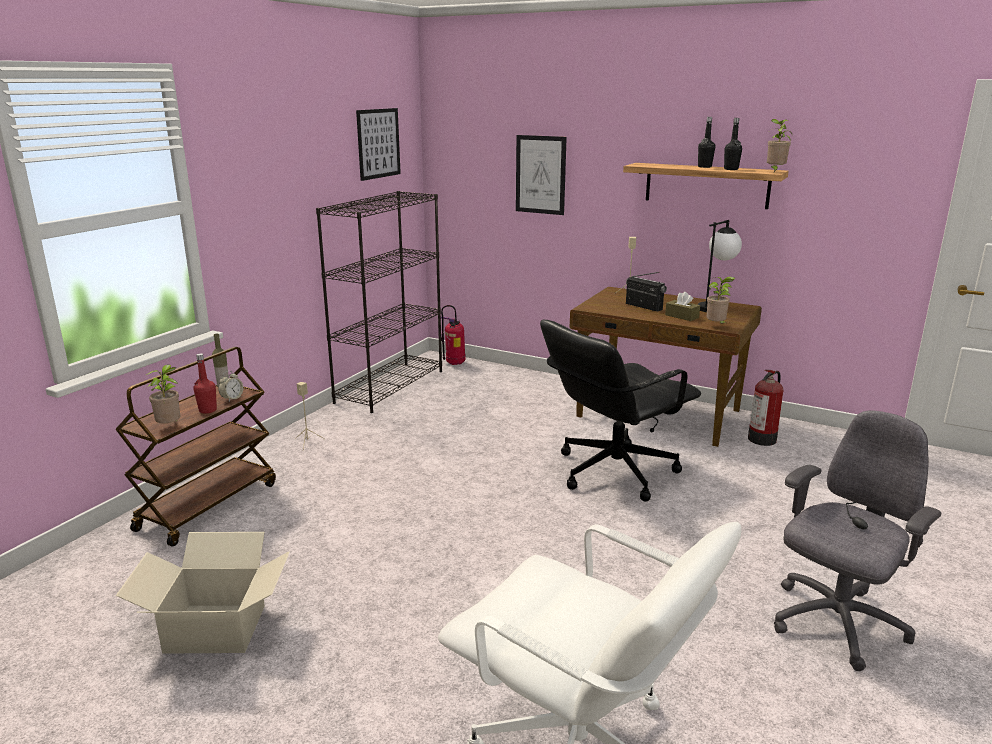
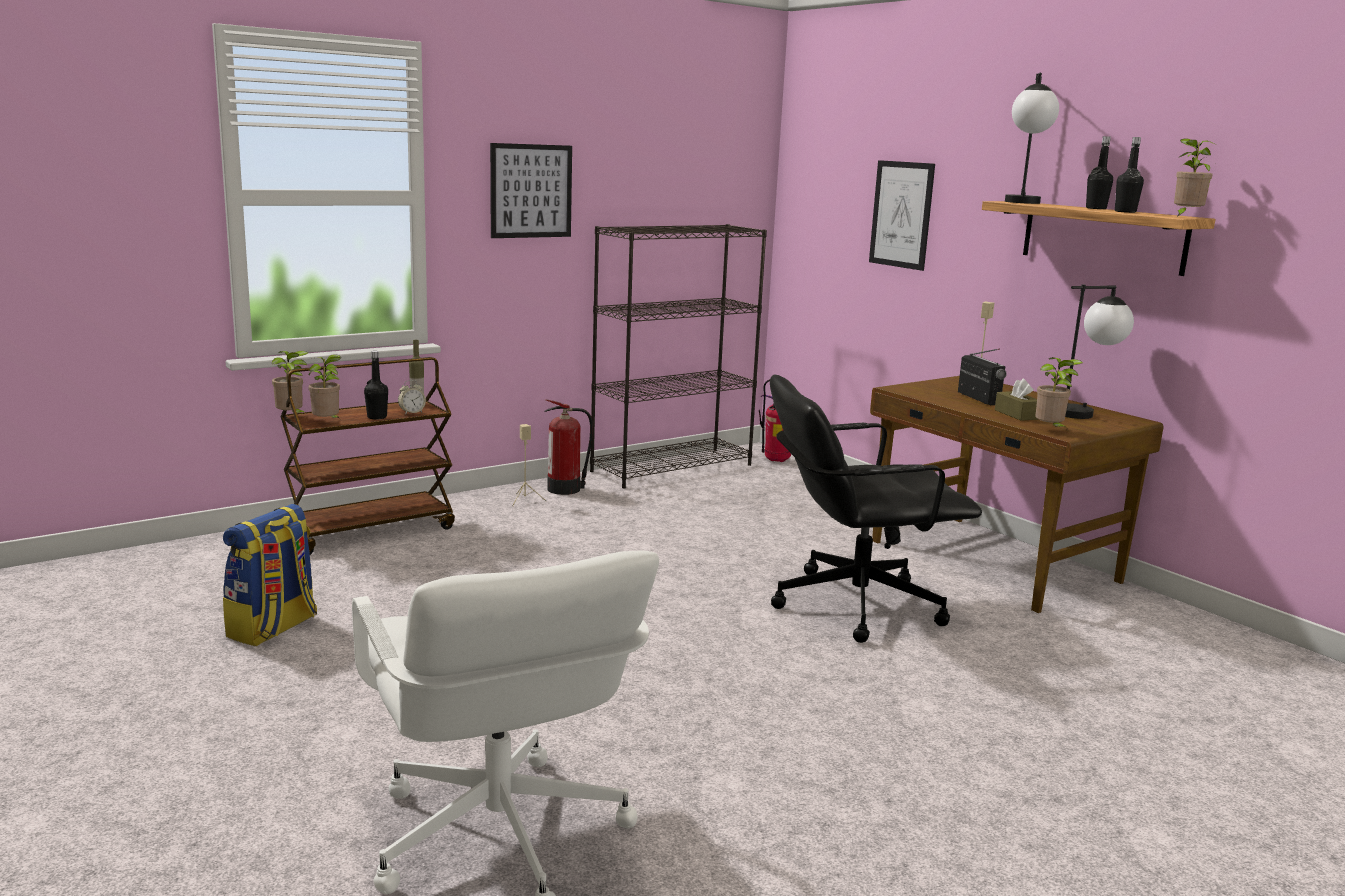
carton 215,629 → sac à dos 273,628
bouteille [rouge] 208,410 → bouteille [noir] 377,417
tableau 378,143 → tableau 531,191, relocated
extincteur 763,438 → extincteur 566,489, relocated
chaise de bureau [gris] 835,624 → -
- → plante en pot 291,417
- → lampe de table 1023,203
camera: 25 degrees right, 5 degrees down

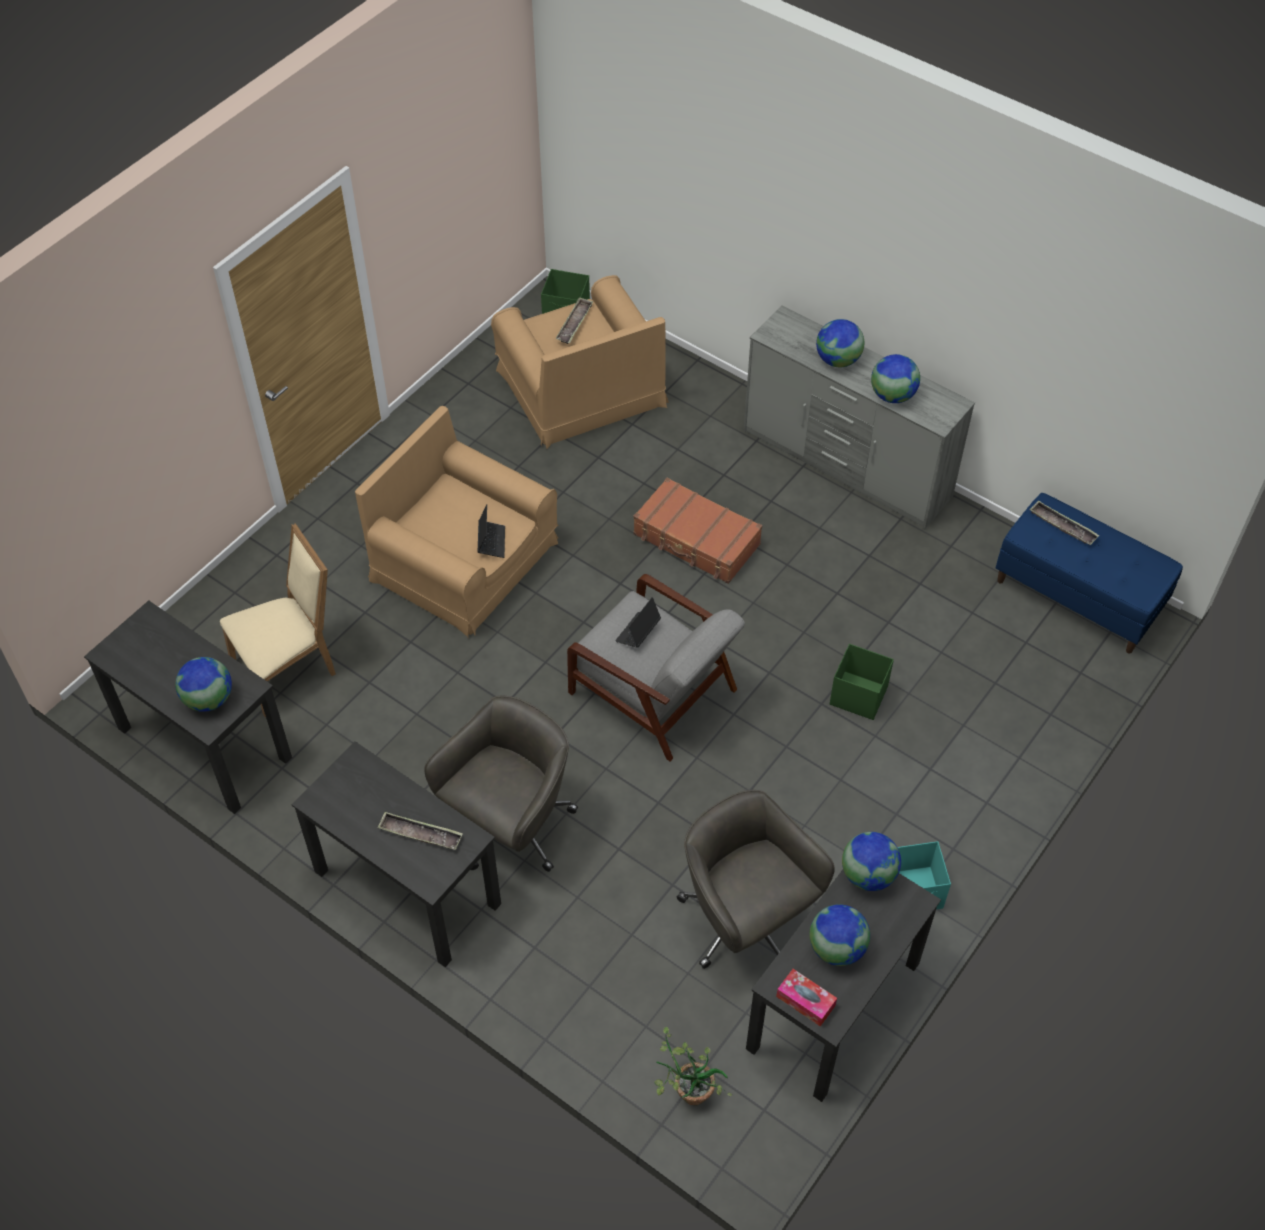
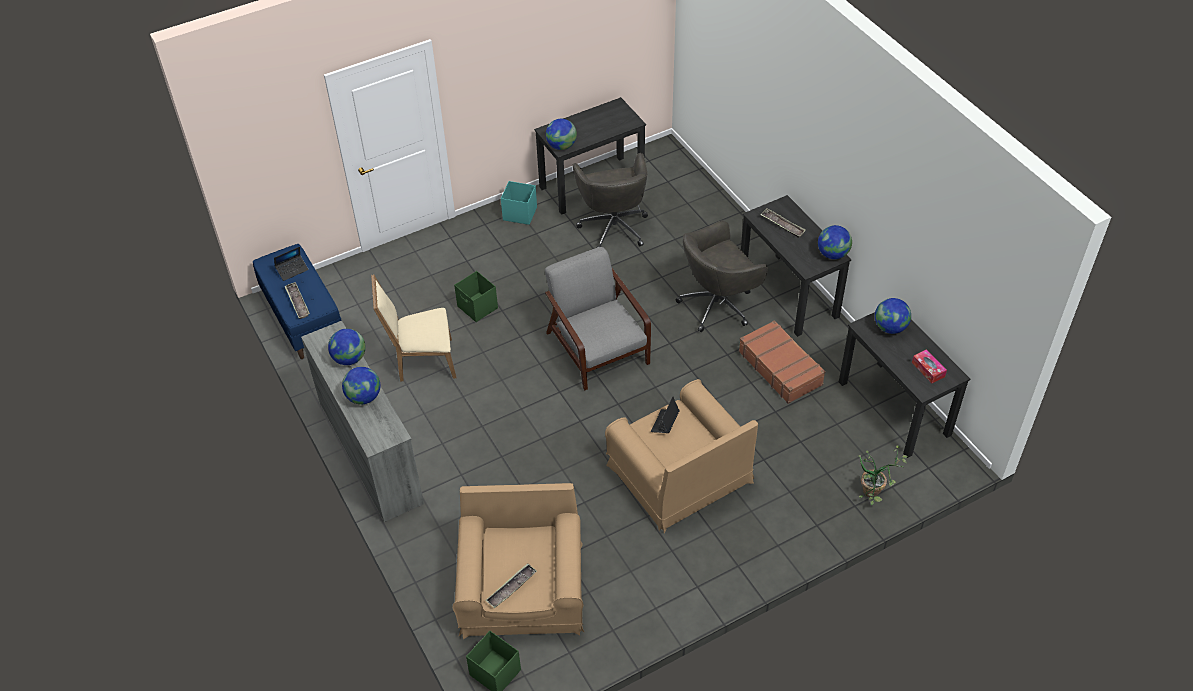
chaise [beige] 290,667 → chaise [beige] 422,361, relocated
ordinateur portable 638,632 → ordinateur portable 292,270, relocated
valise [marron] 696,540 → valise [marron] 780,368, relocated
plante en pot 687,1089 → plante en pot 874,494, relocated
boîte à mouchoirs 805,1001 → boîte à mouchoirs 928,369, relocated
globe 836,948 → globe 832,254, relocated
camera: 155 degrees left, 5 degrees down

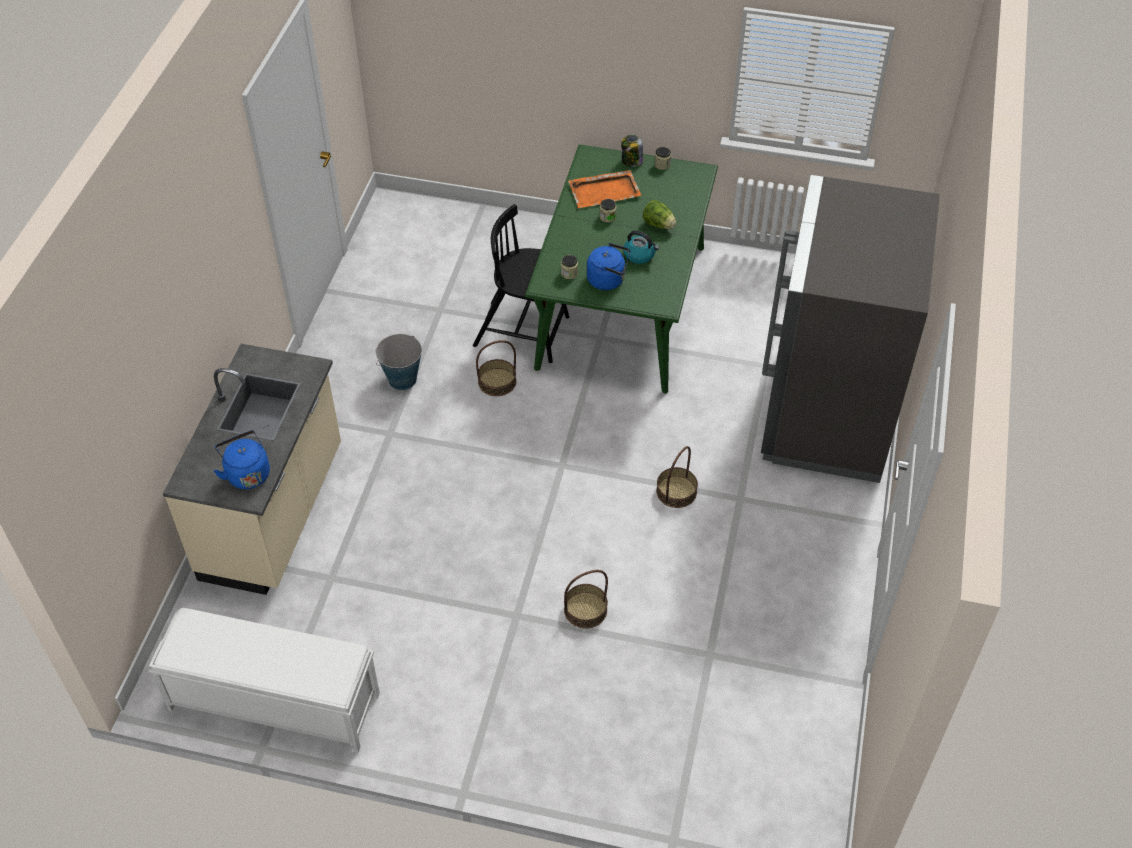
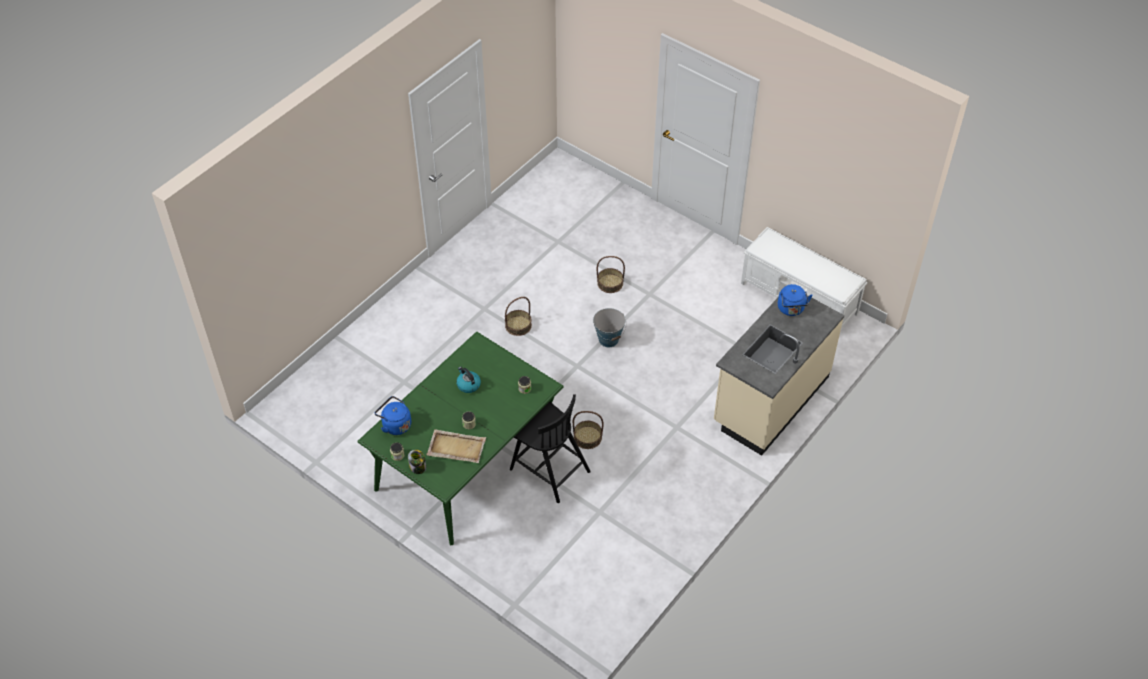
seau 402,379 → seau 608,339, relocated
plateau [orange] 605,191 → plateau [beige] 456,447
bouilloire [bleu] 608,280 → bouilloire [bleu] 395,425, relocated
laitue 659,224 → -
réfrigérateur [gris] 827,413 → -
camera: 155 degrees left, 0 degrees up

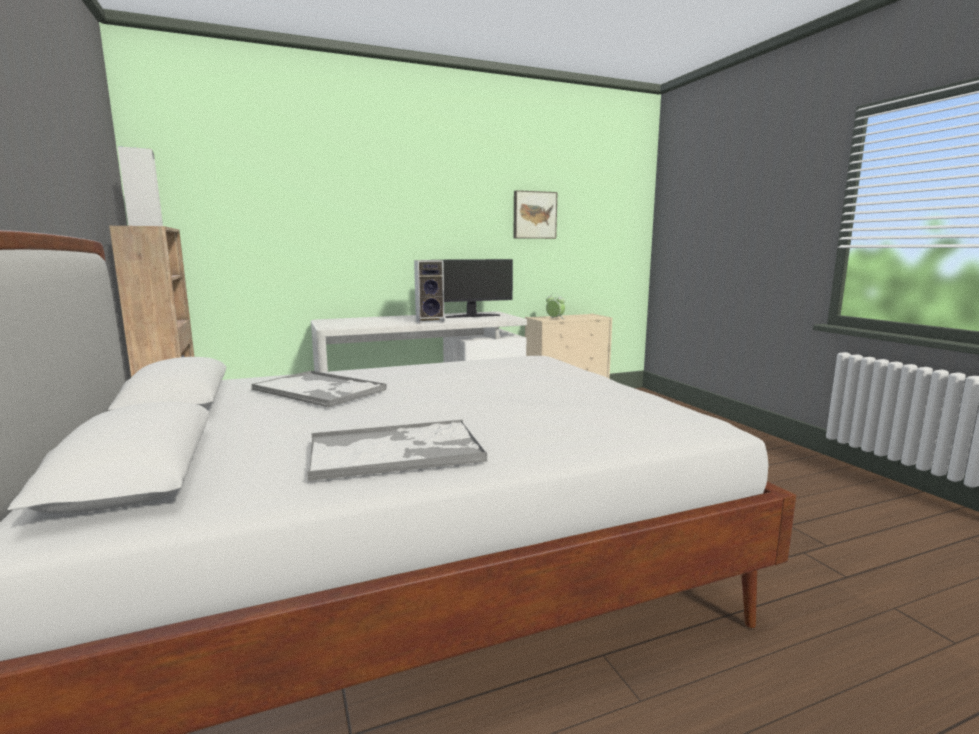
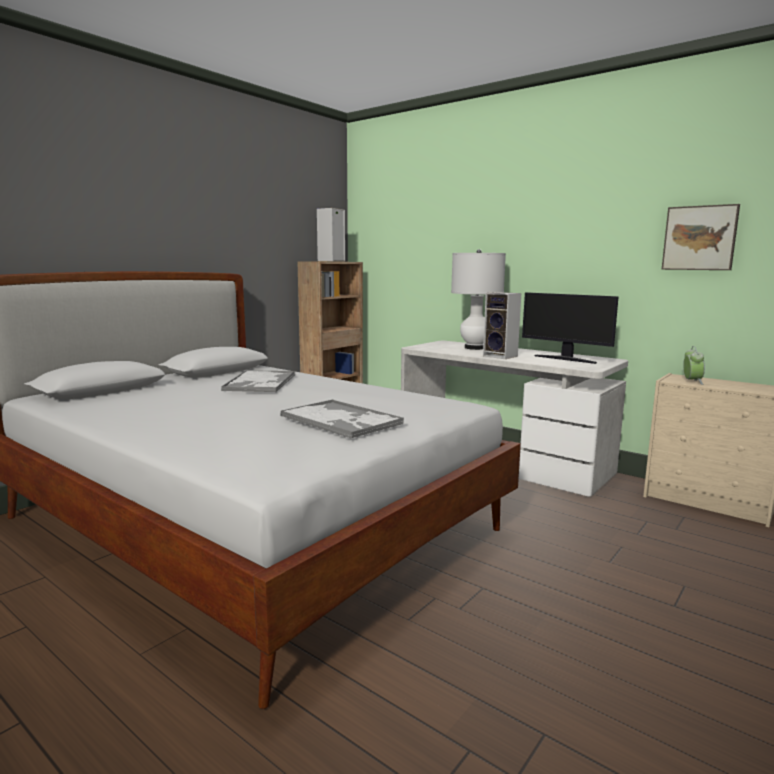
plateau 397,450 → plateau 341,420, relocated
- → lampe de table [blanc] 475,348
camera: 60 degrees right, 0 degrees up

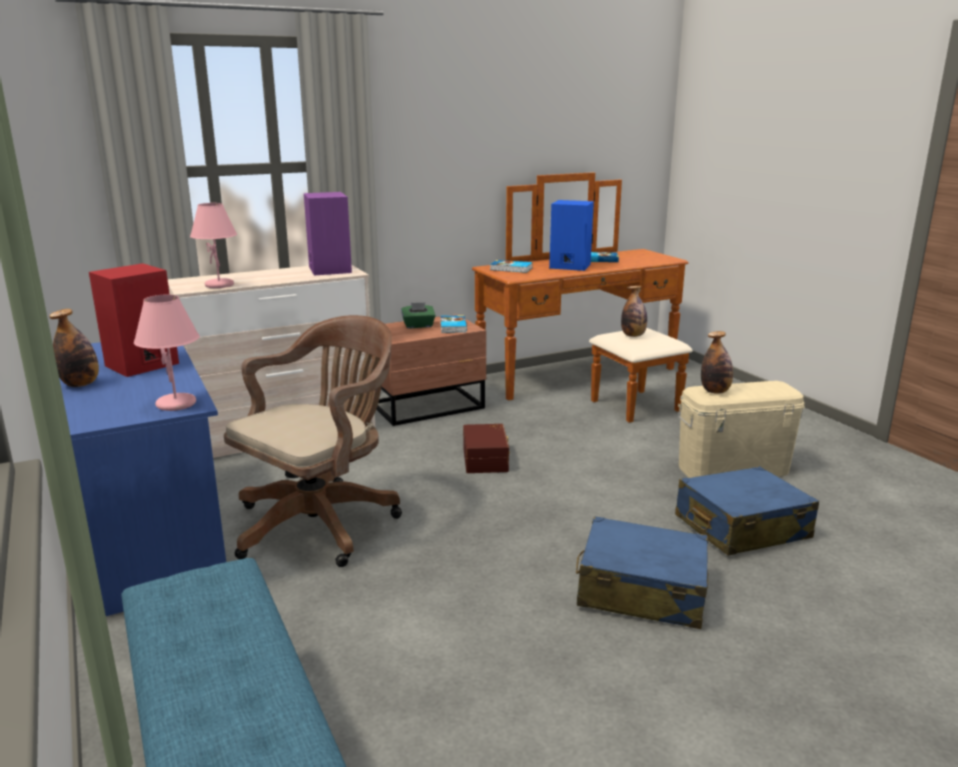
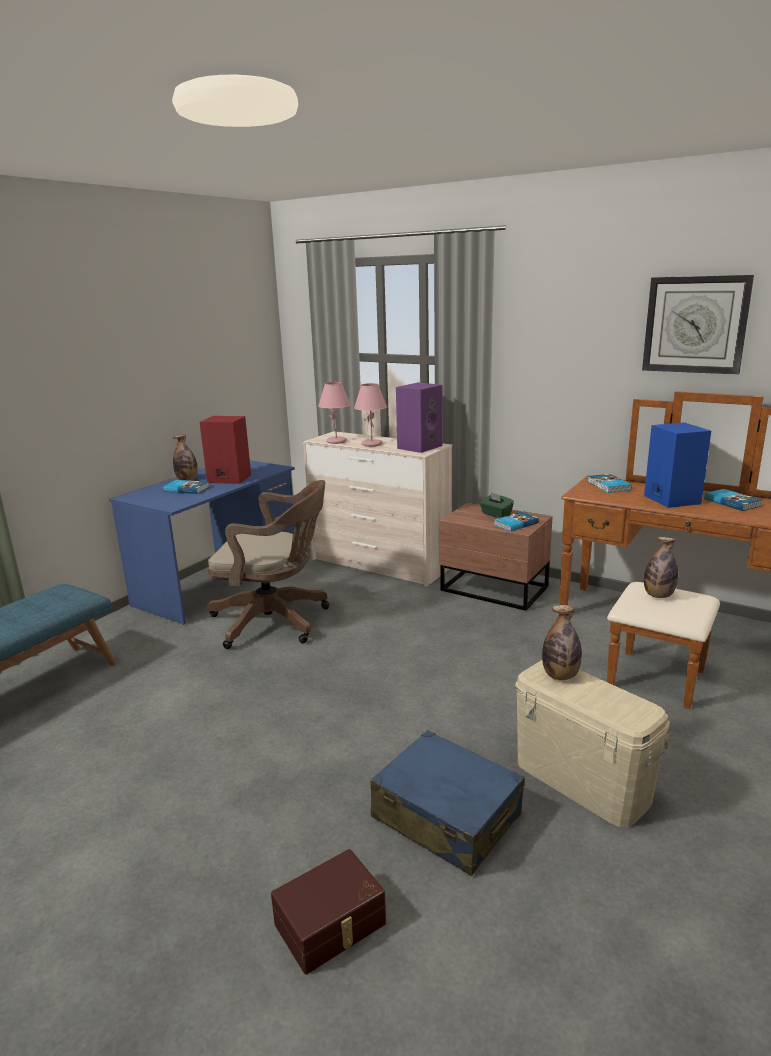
lampe de table [rose] 177,404 → lampe de table [rose] 372,444, relocated
boîte de rangement [marron] 487,459 → boîte de rangement [marron] 331,925, relocated
valise [bleu] 641,591 → -
- → livre 186,489
- → horloge murale 695,325
camera: 60 degrees right, 0 degrees up

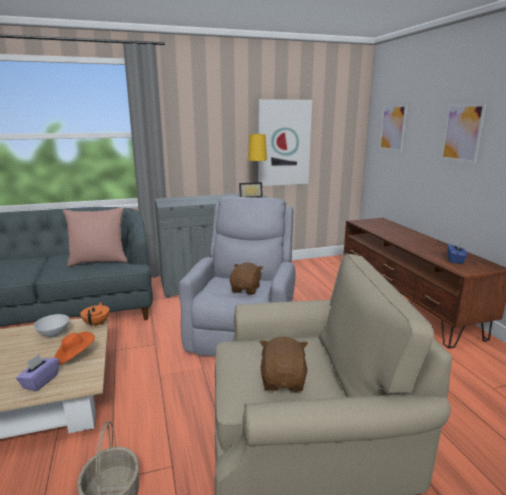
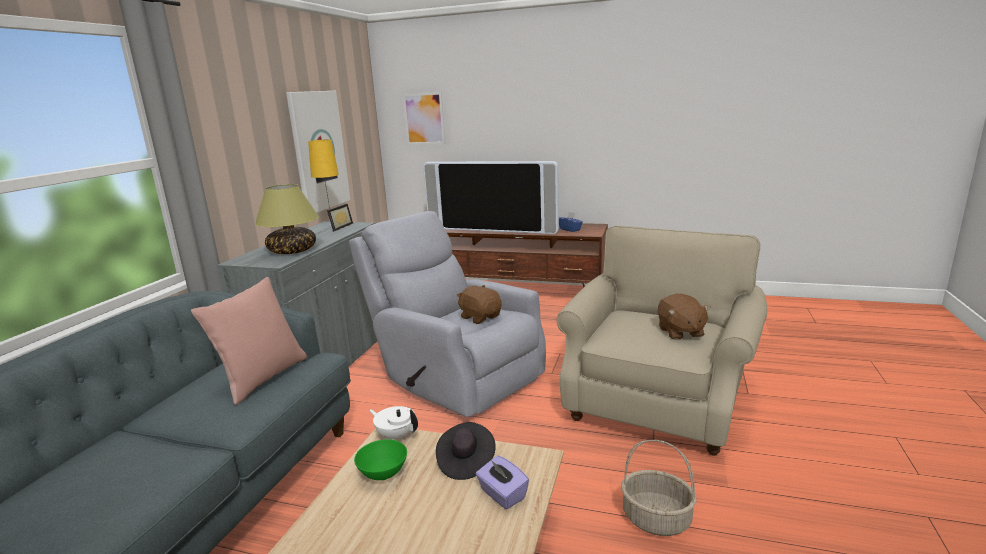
bol [blanc] 53,335 → bol [vert] 383,475
chapeau [orange] 74,356 → chapeau [noir] 466,462
théière [orange] 97,323 → théière [blanc] 396,435
peluche [marron] 283,381 → peluche [marron] 680,332, 135 degrees counterclockwise
tableau 462,133 → -
- → lampe de table 293,251
- → téléviseur 492,229
camera: 55 degrees left, 0 degrees up

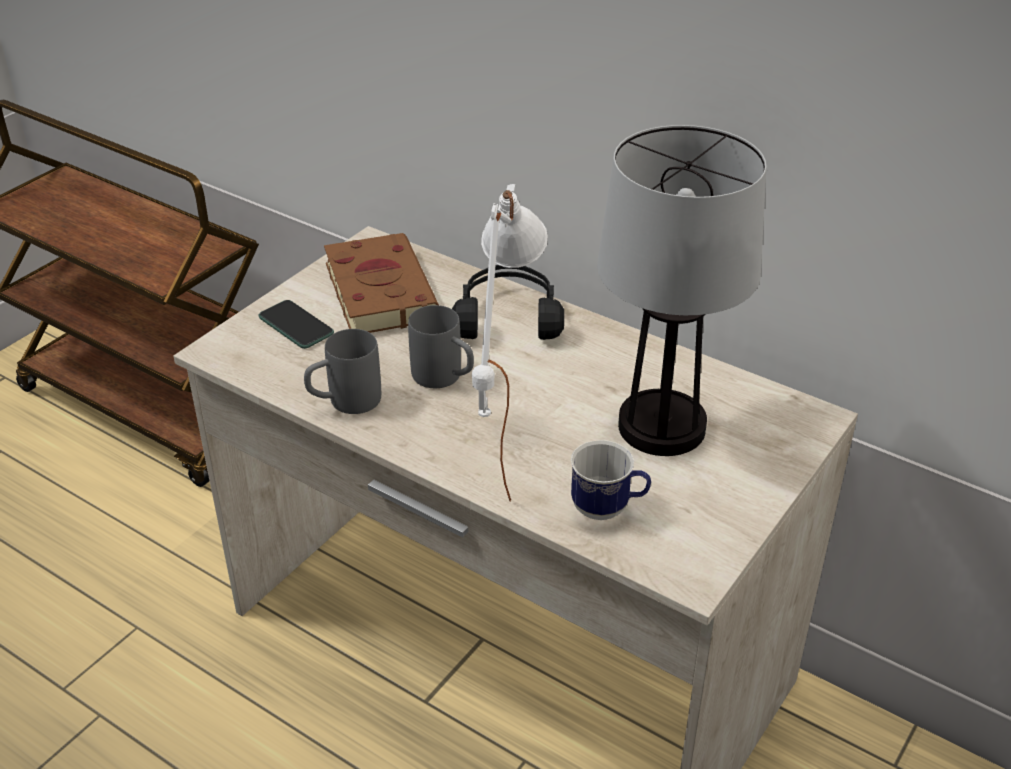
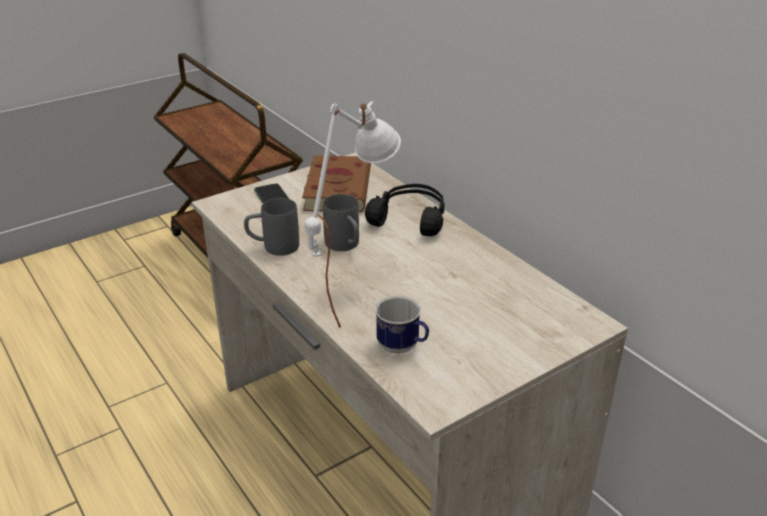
lampe de table 663,426 → -
camera: 20 degrees right, 5 degrees down

